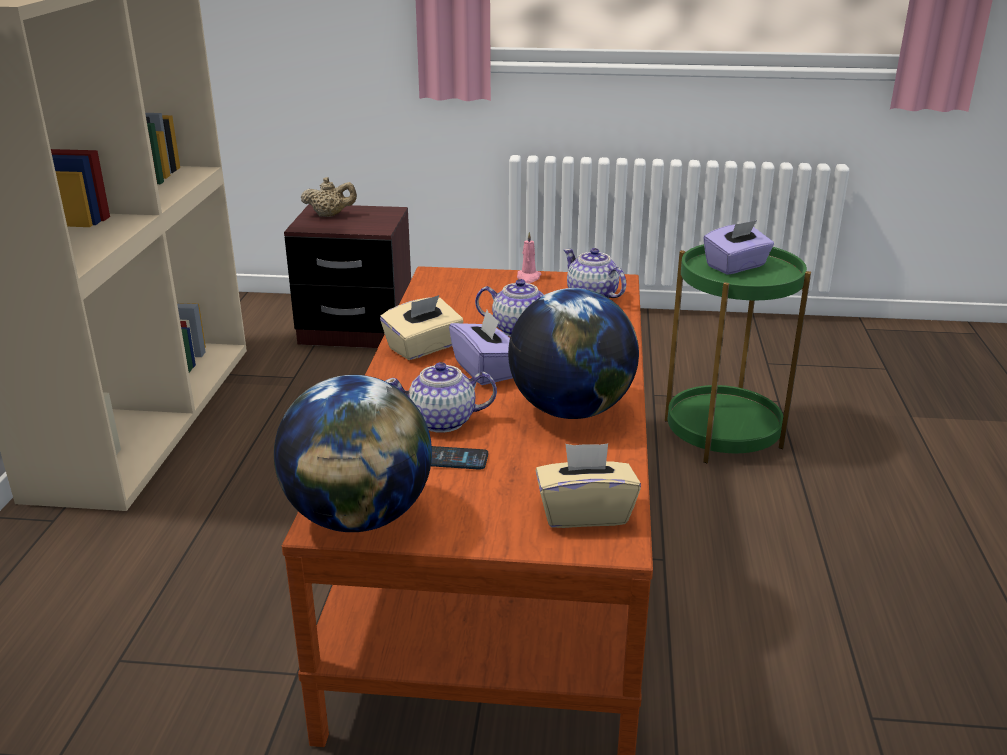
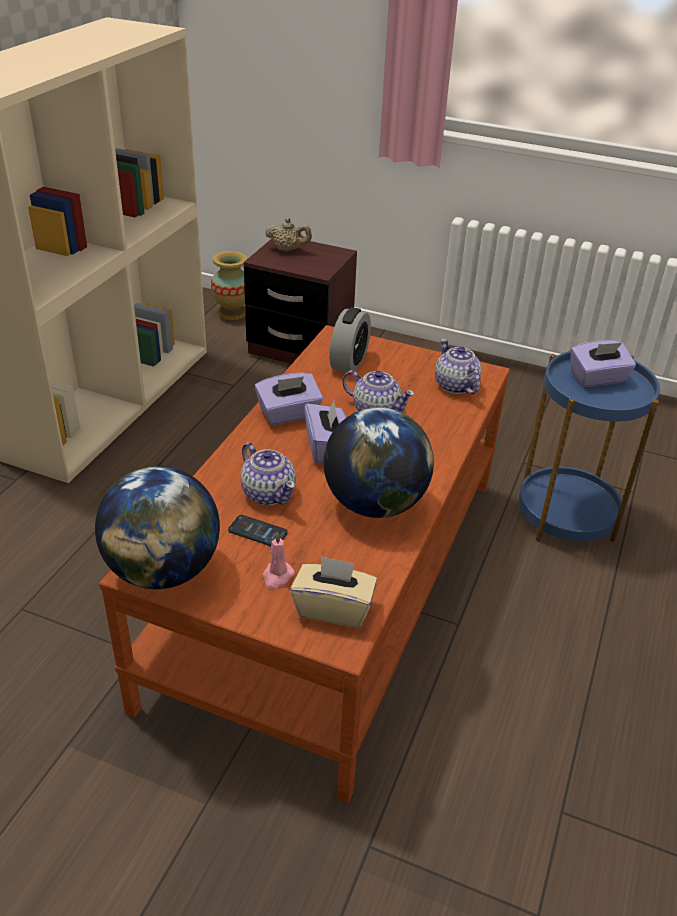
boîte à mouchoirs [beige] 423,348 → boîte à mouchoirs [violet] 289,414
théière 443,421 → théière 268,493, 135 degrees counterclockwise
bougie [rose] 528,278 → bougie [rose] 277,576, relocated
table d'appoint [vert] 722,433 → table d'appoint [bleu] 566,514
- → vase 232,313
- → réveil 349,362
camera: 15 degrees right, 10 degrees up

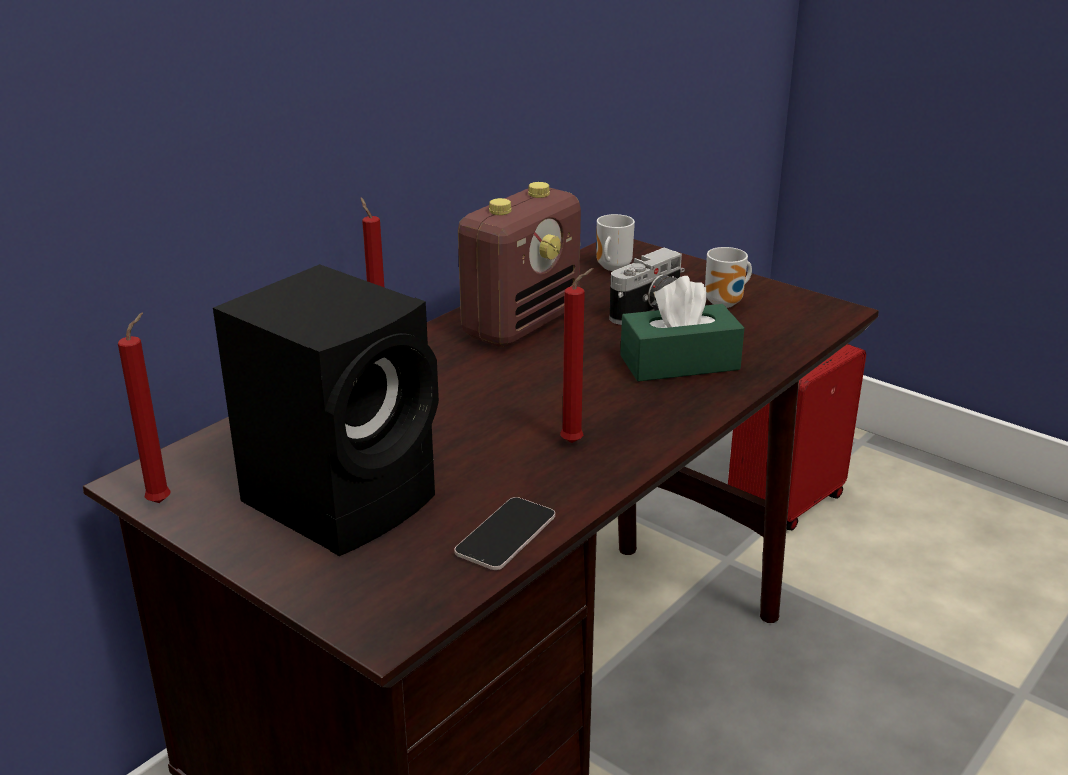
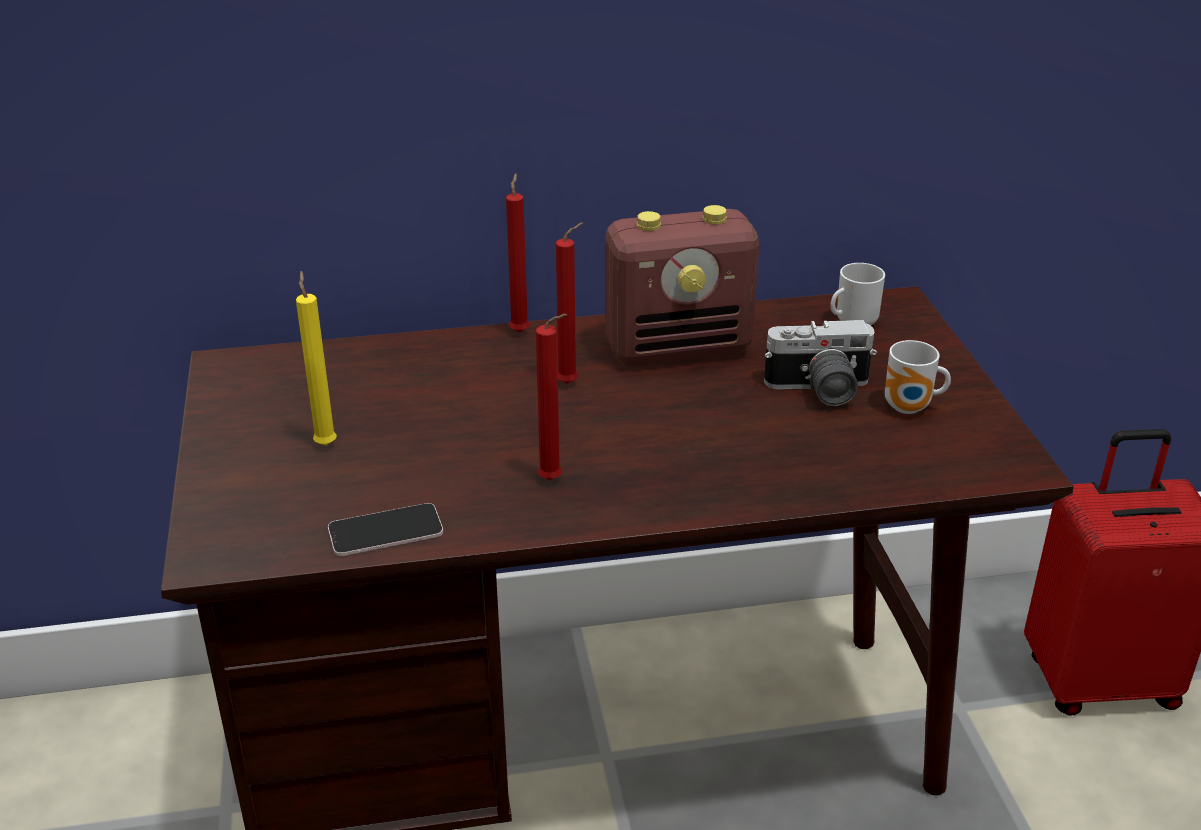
bougie [rouge] 162,501 → bougie [rouge] 571,383, relocated
enceinte [noir] 345,498 → bougie [jaune] 325,443
boîte à mouchoirs [vert] 679,363 → -
camera: 40 degrees right, 5 degrees up

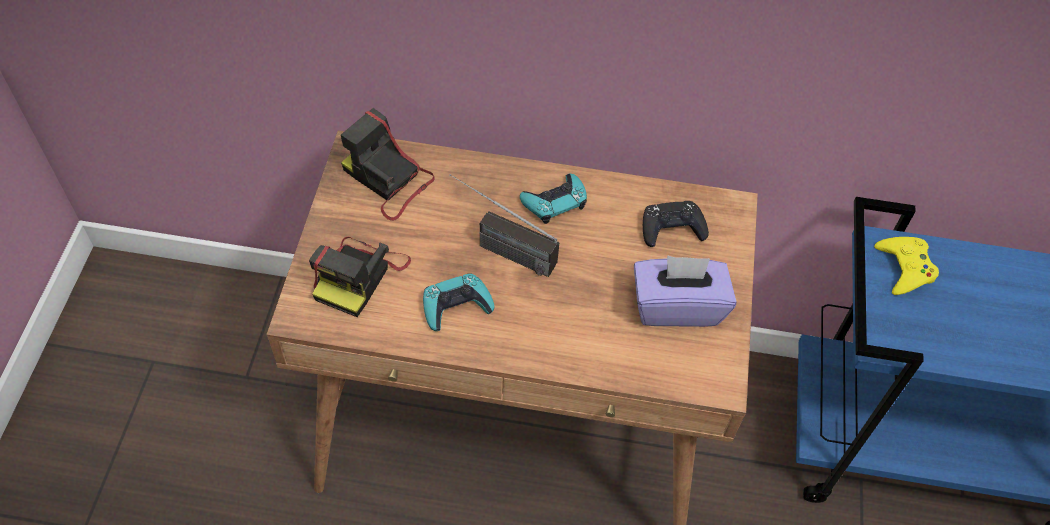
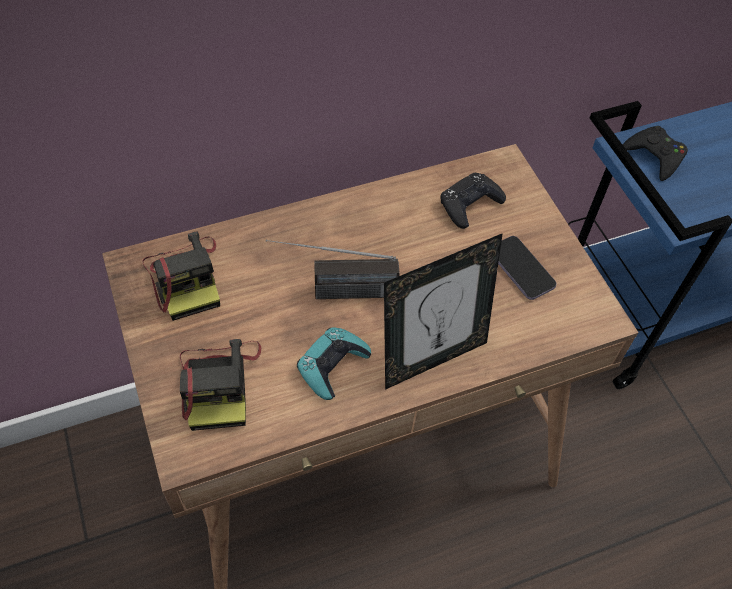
appareil photo 388,180 → appareil photo 186,278, 120 degrees counterclockwise
manette [turquoise] 555,202 → -
boîte à mouchoirs [violet] 677,306 → téléphone 521,269
manette [jaune] 905,268 → manette [noir] 655,156
- → cadre photo 432,358
camera: 30 degrees left, 0 degrees up

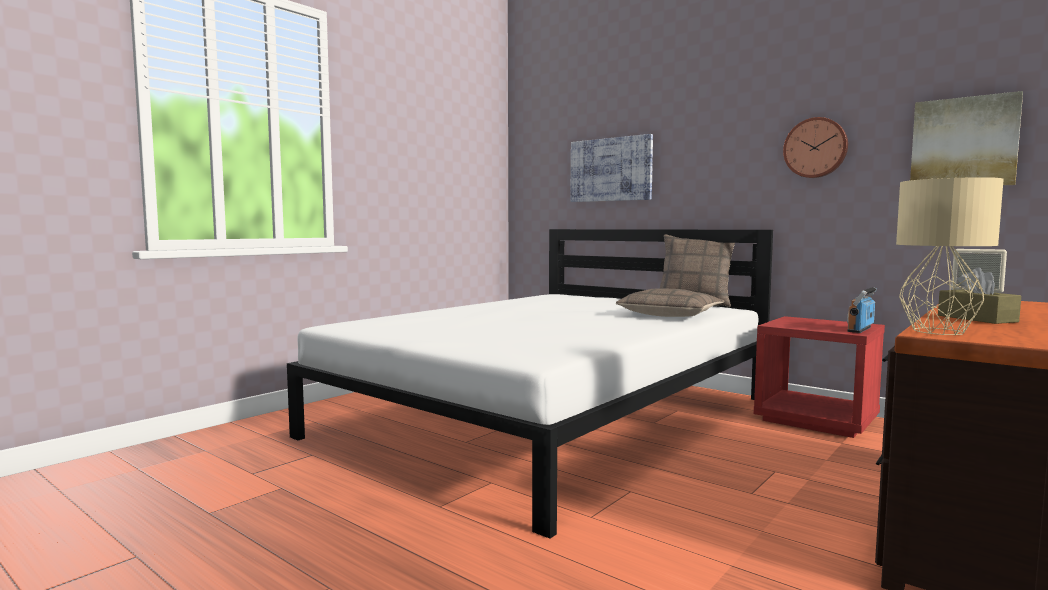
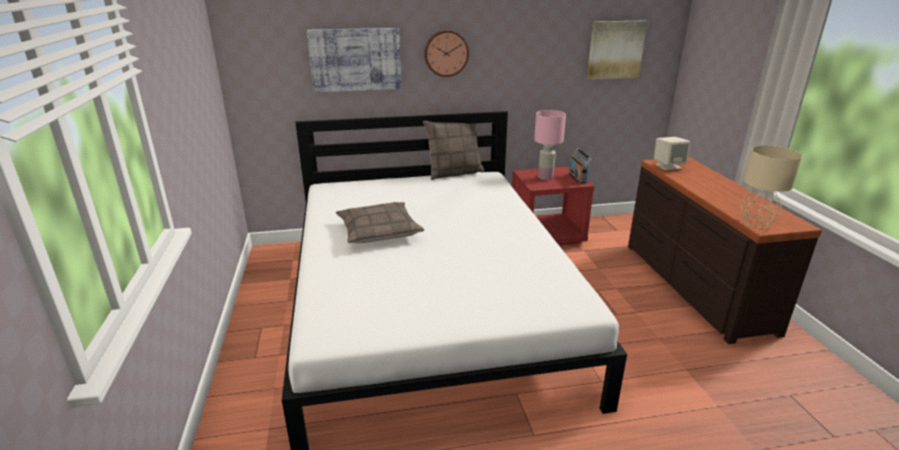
coussin 670,315 → coussin 378,231, relocated
horloge murale 815,148 → horloge murale 446,53, relocated
boîte à mouchoirs [marron] 976,318 → -
- → lampe de table [rose] 545,177
camera: 50 degrees left, 20 degrees up

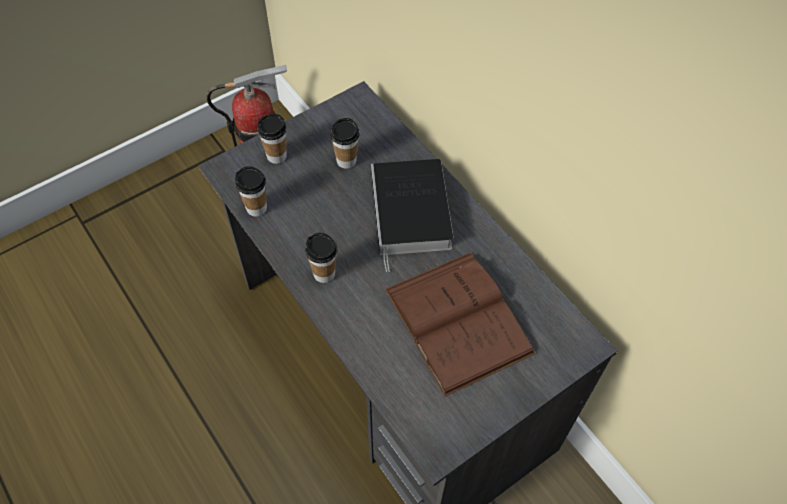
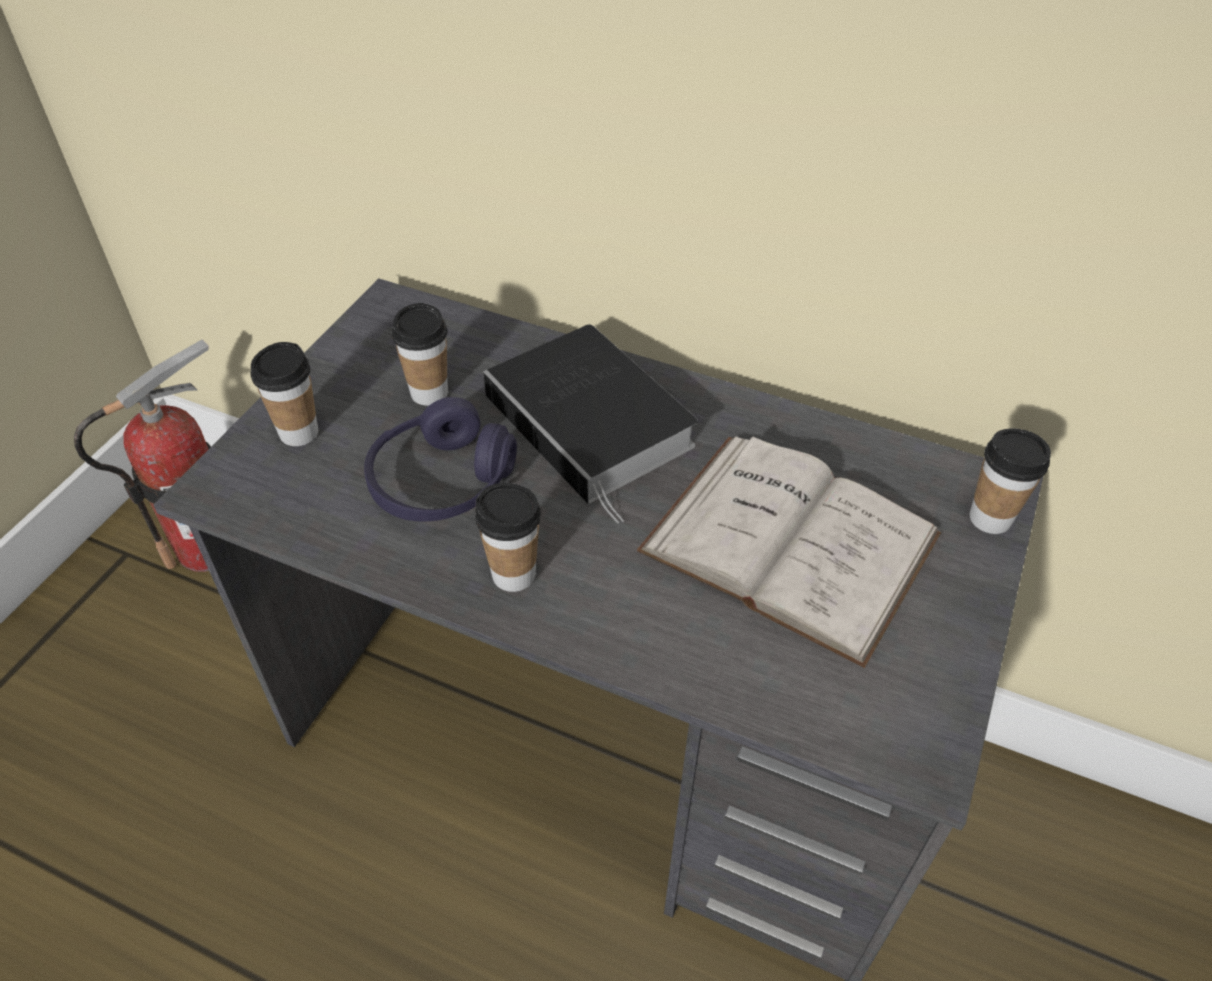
tasse 256,208 → tasse 990,518, relocated
livre [marron] 458,321 → livre [blanc] 790,542
- → casque audio [violet] 441,482
camera: 30 degrees left, 10 degrees down

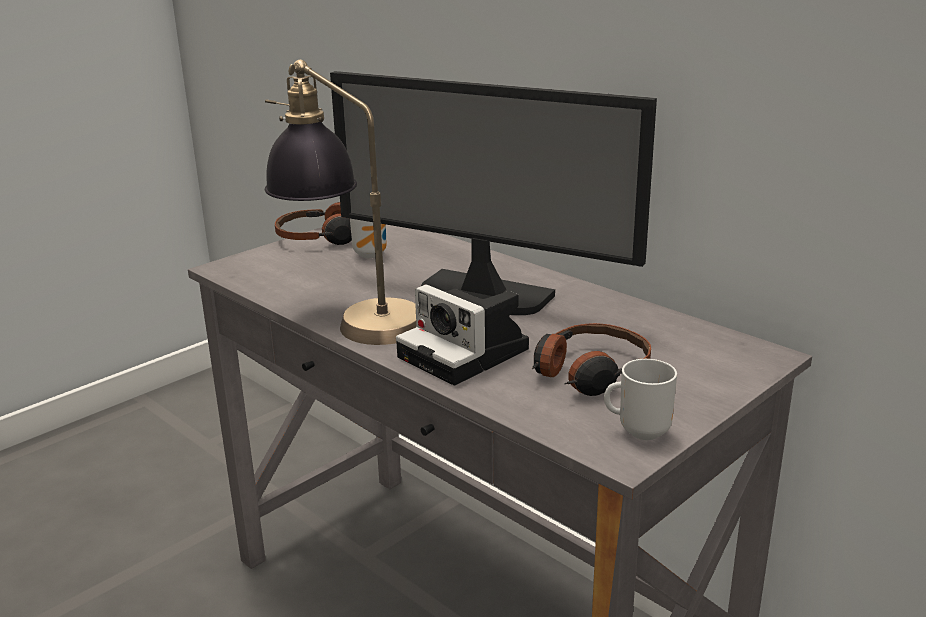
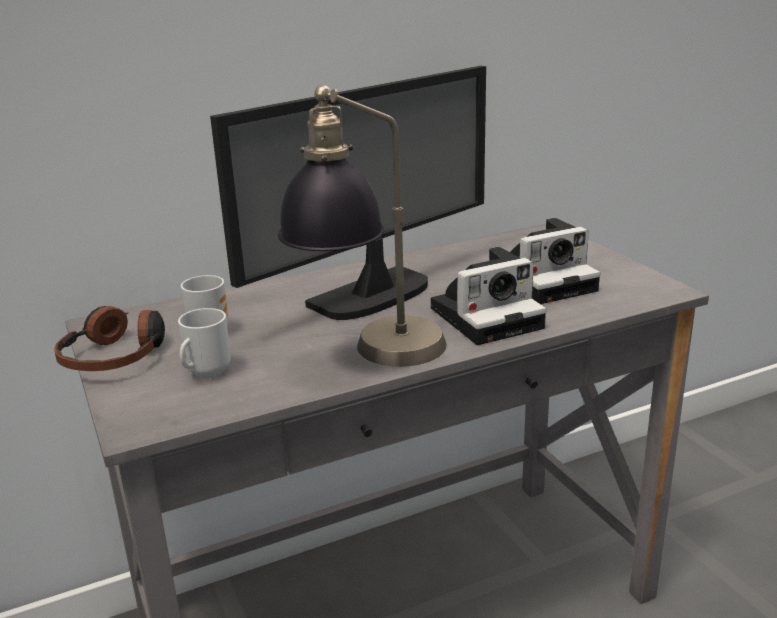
casque audio 589,372 → appareil photo 546,281
mug 640,431 → mug 205,373, relocated
camera: 70 degrees left, 0 degrees up

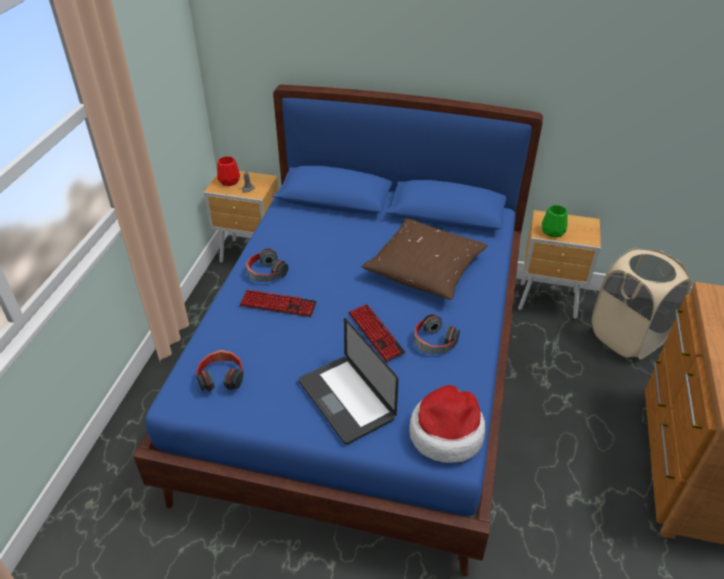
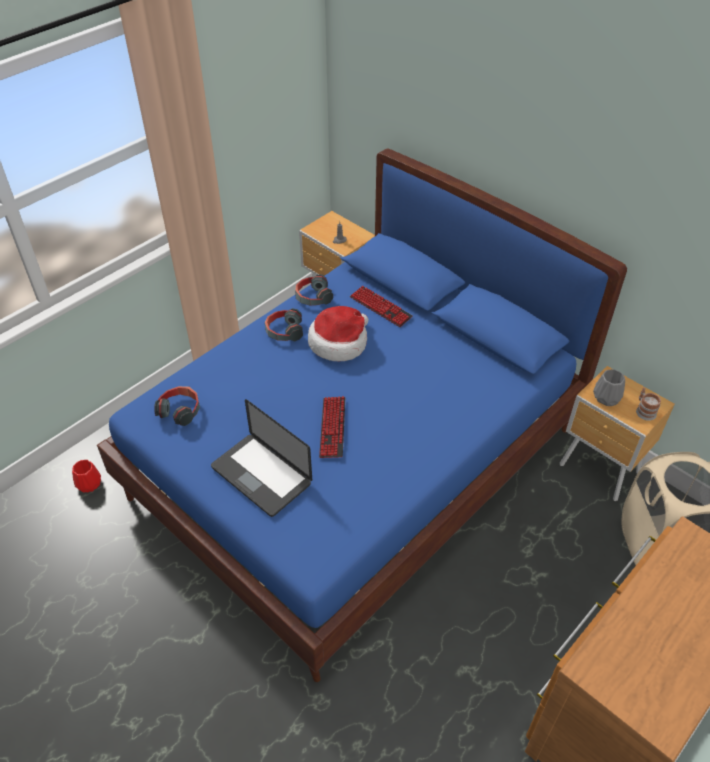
vase [rouge] 229,181 → vase [rouge] 89,483, relocated
clavier 278,304 → clavier 380,307, relocated
ordinateur portable 346,400 → ordinateur portable 261,475, 45 degrees counterclockwise
coussin [marron] 425,269 → -
chapeau 446,432 → chapeau 339,342, relocated
casque audio 433,342 → casque audio 313,297, relocated
vase [vert] 553,231 → vase [gris] 607,398
- → mug 644,410
camera: 30 degrees right, 5 degrees up

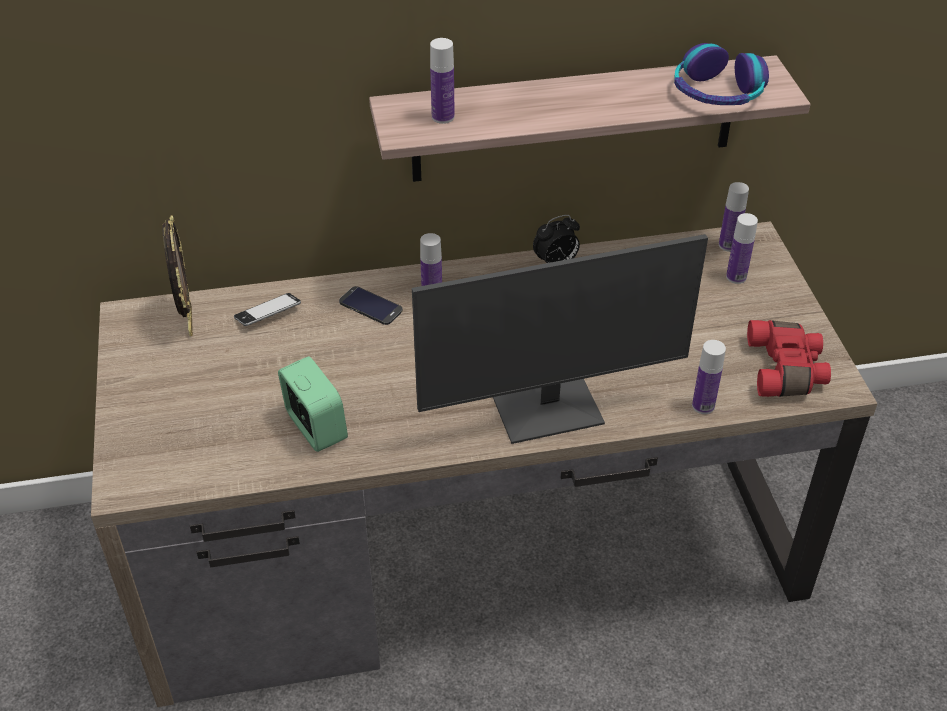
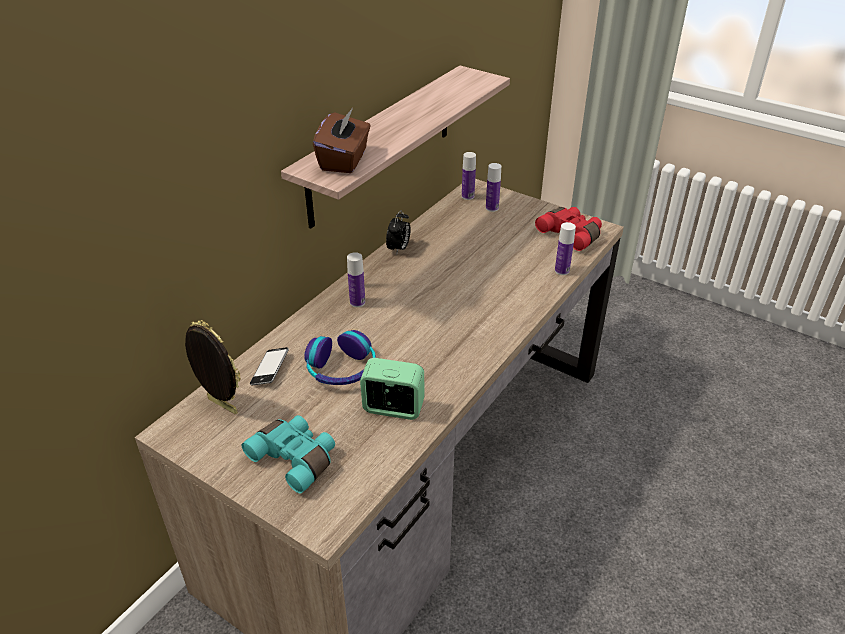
téléphone 370,306 → -
écran d'ordinateur 547,408 → -
bouteille 443,117 → boîte à mouchoirs [marron] 344,160
casque audio 717,93 → casque audio 341,369, relocated
- → jumelles [turquoise] 296,458
camera: 45 degrees left, 5 degrees down

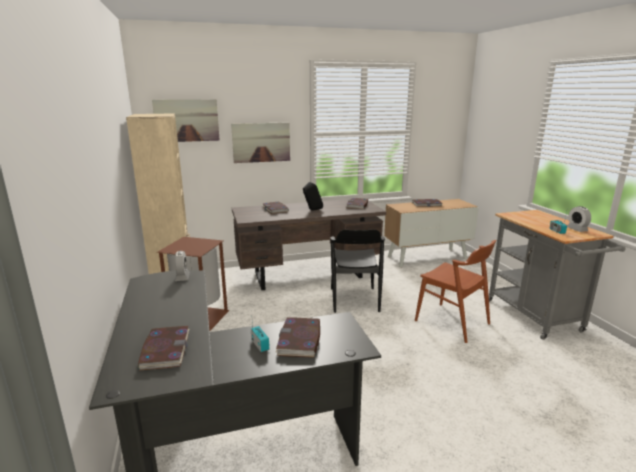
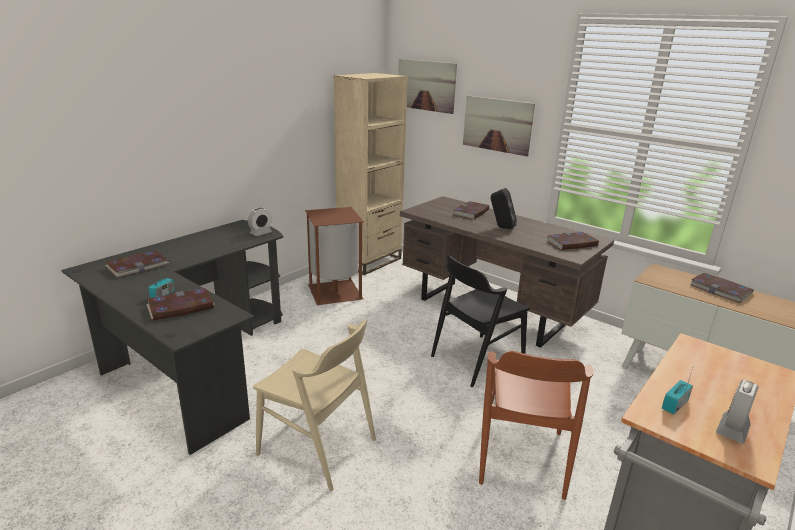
- → chaise [beige] 317,446
camera: 55 degrees right, 5 degrees up

